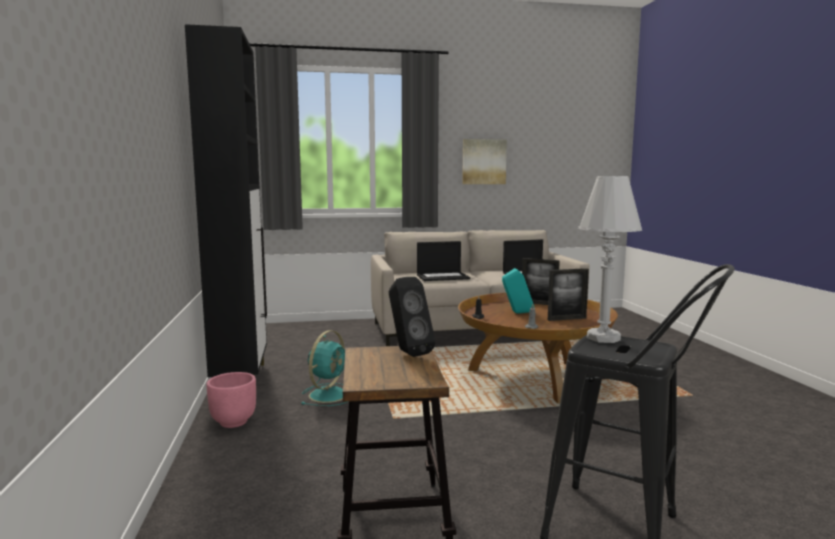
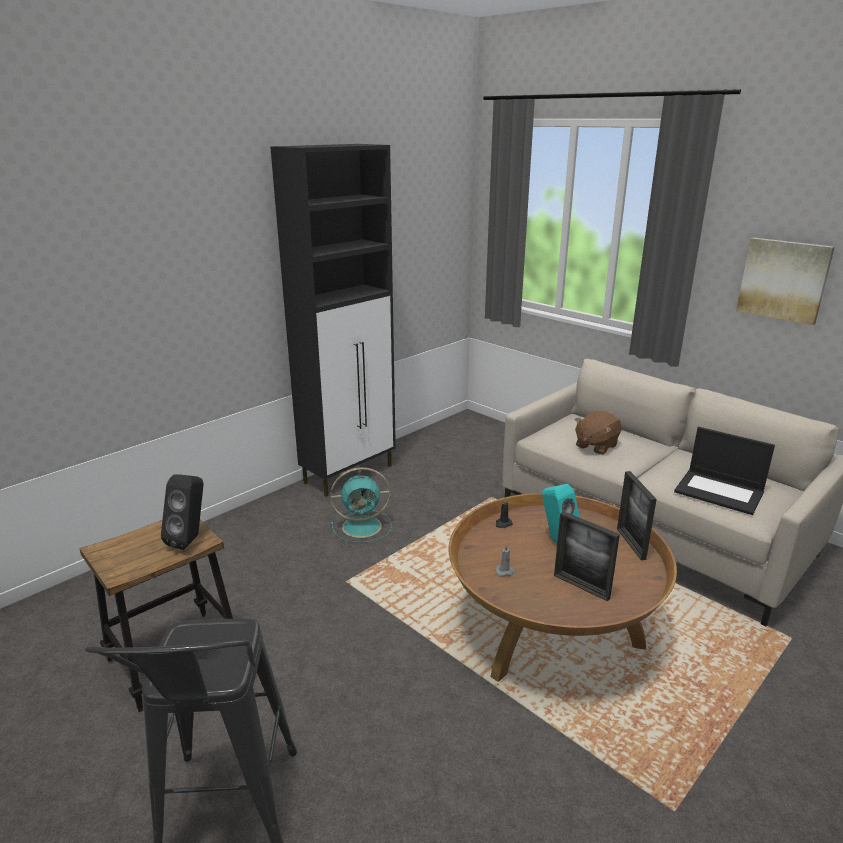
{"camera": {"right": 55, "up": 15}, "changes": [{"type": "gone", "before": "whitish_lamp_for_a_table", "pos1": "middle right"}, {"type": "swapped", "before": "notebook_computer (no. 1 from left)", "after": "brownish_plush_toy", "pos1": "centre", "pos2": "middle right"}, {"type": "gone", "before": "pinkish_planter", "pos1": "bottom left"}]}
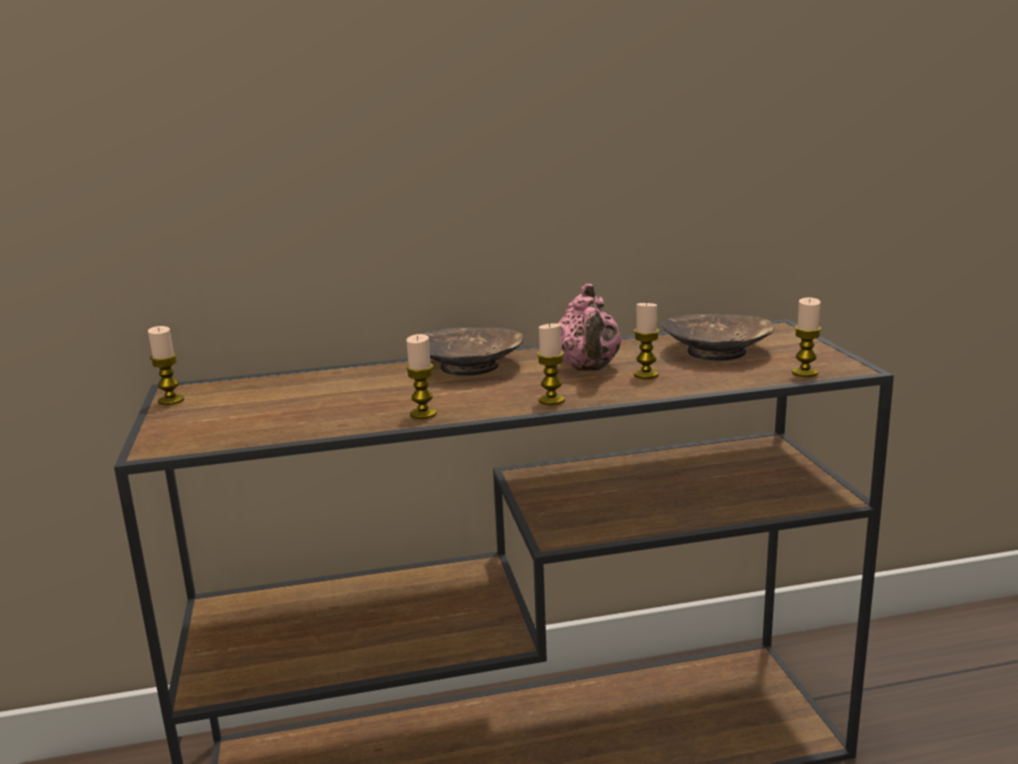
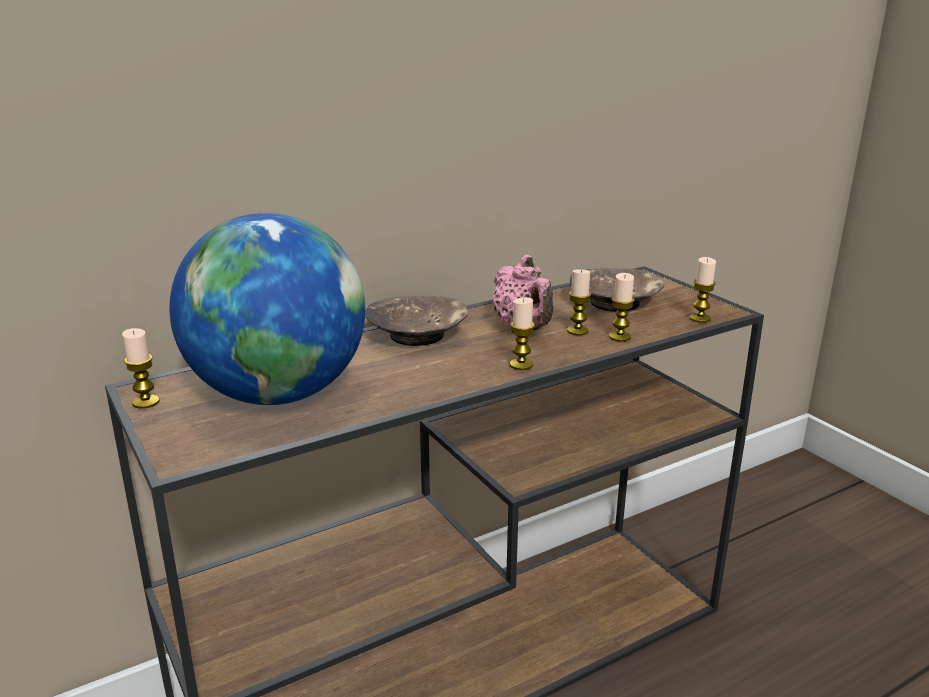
{"camera": {"right": -20, "up": 5}, "changes": [{"type": "shifted", "before": "candle (no. 2 from left in the first image)", "after": "candle (no. 4 from left)", "pos1": "centre", "pos2": "middle right"}, {"type": "new", "after": "globe", "pos2": "middle left"}]}
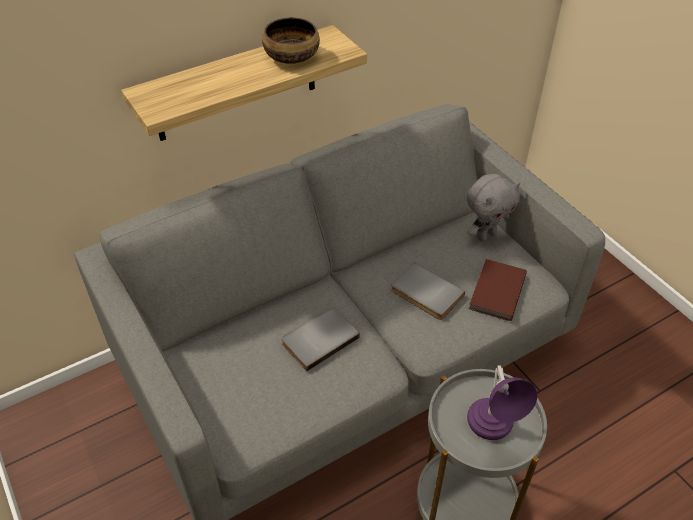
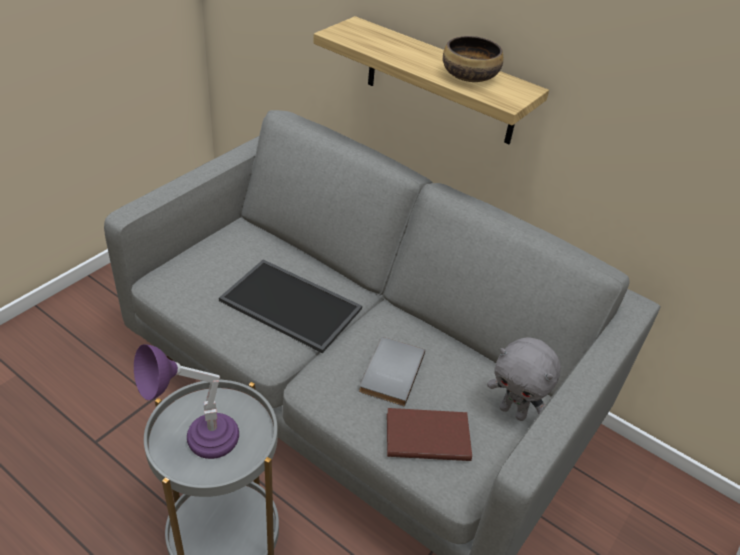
{"camera": {"right": 65, "up": -5}, "changes": [{"type": "swapped", "before": "greyish_book (no. 1 from left)", "after": "serving_tray", "pos1": "centre", "pos2": "centre"}]}
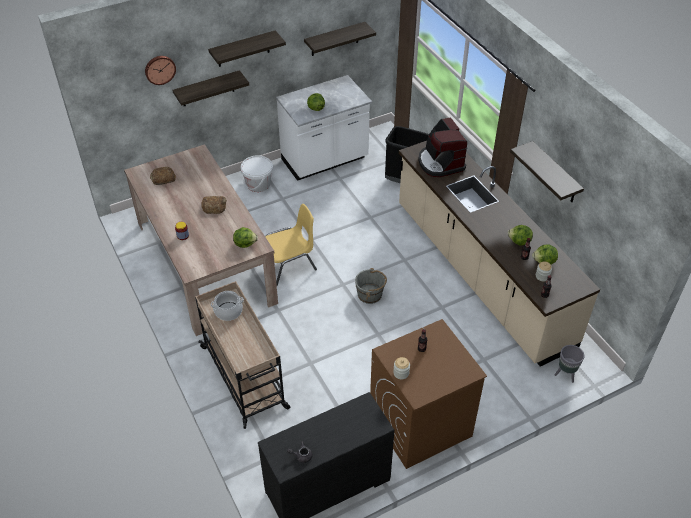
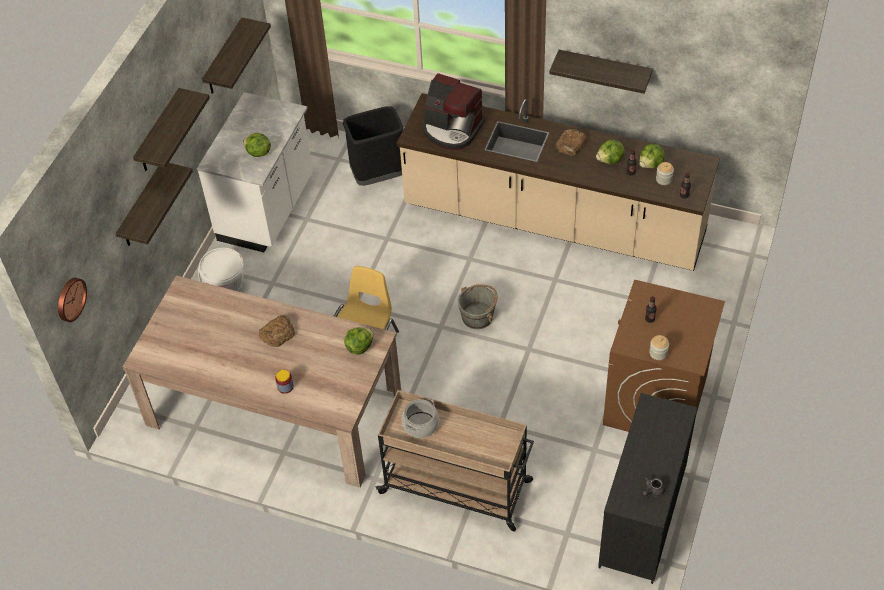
{"camera": {"right": -40, "up": 5}, "changes": [{"type": "shifted", "before": "hanging_clock", "pos1": "top left", "pos2": "middle left"}, {"type": "shifted", "before": "baked_bread (no. 1 from left in the first image)", "after": "baked_bread (no. 2 from left)", "pos1": "middle left", "pos2": "top centre"}, {"type": "gone", "before": "greyish_planter", "pos1": "bottom right"}]}
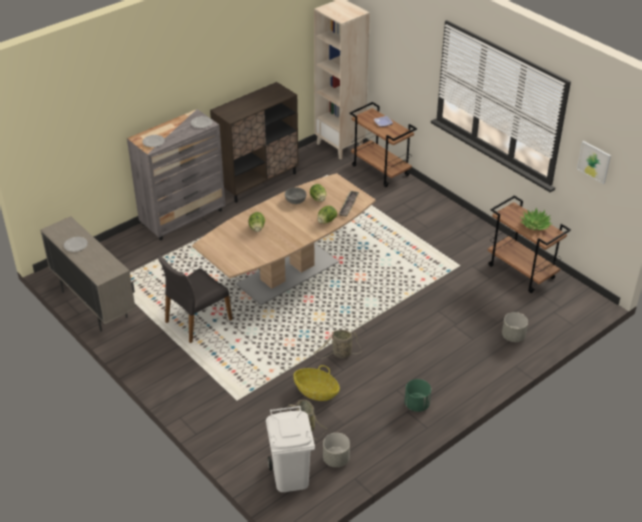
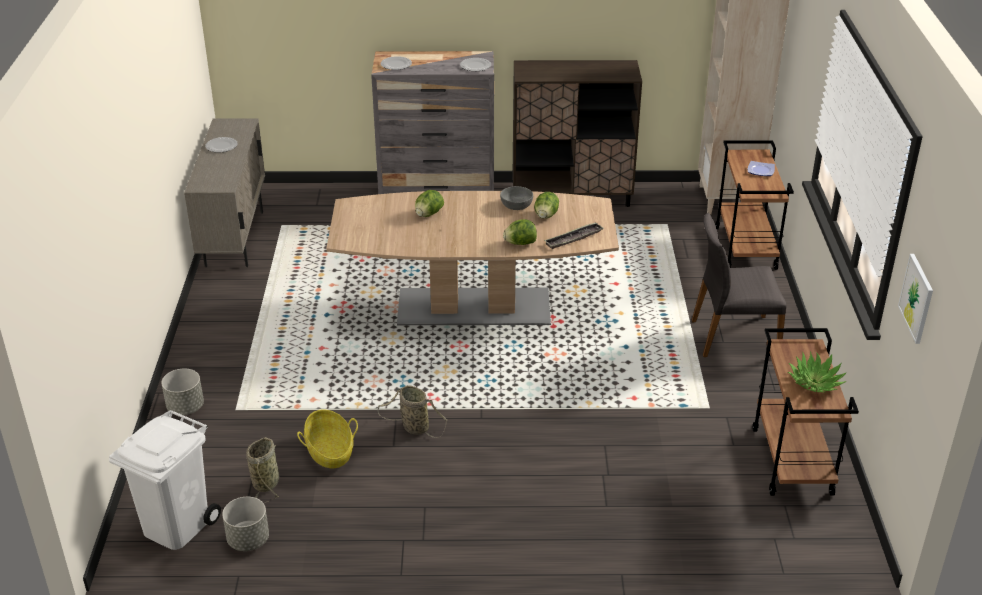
{"camera": {"right": 40, "up": -5}, "changes": [{"type": "shifted", "before": "greyish_chair", "pos1": "middle left", "pos2": "middle right"}, {"type": "shifted", "before": "greyish_planter (no. 2 from left in the first image)", "after": "greyish_planter (no. 1 from left)", "pos1": "middle right", "pos2": "middle left"}, {"type": "gone", "before": "green-coloured_planter", "pos1": "bottom centre"}]}
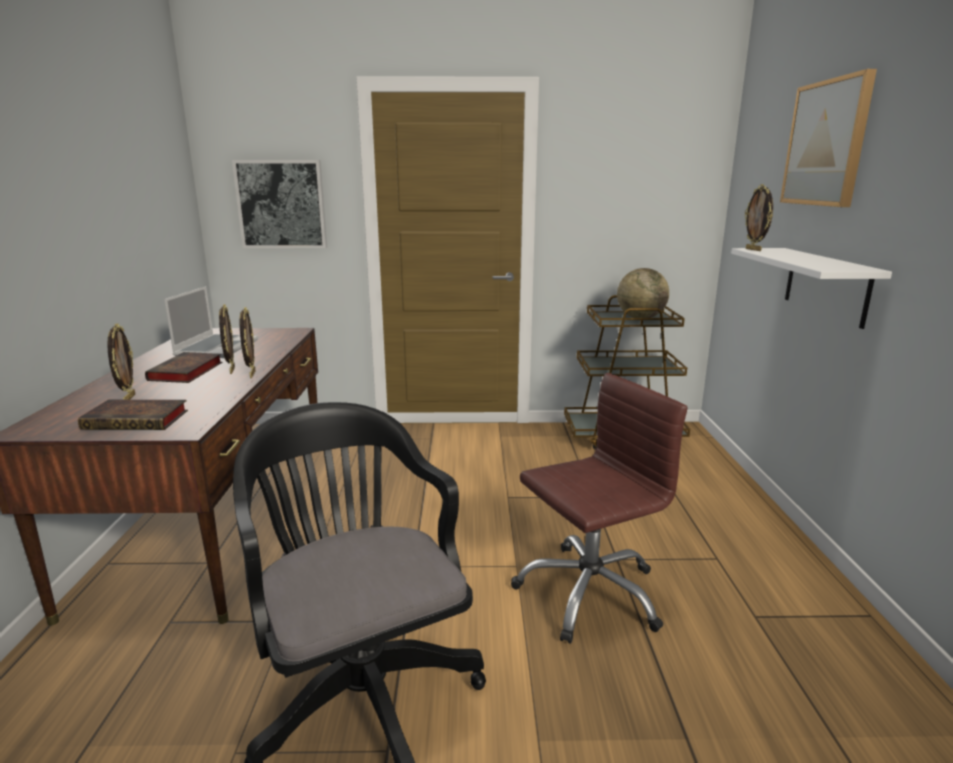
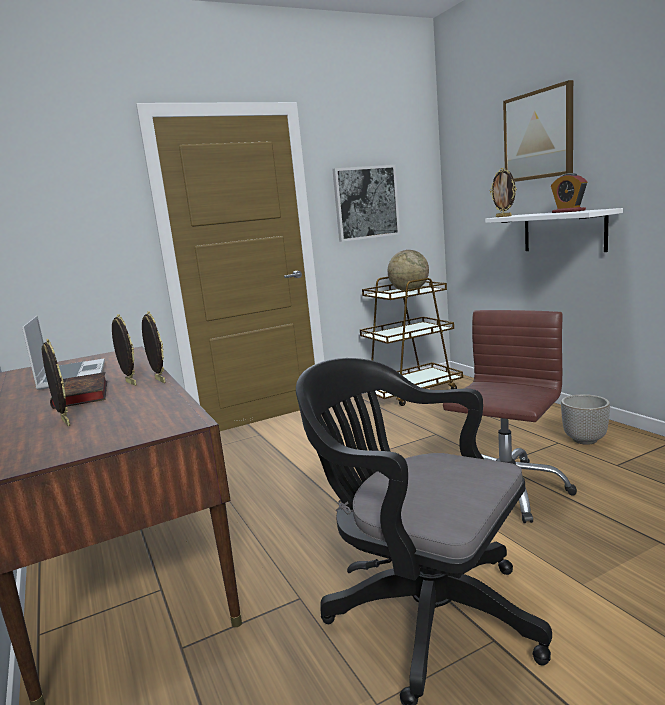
{"camera": {"right": -25, "up": -5}, "changes": [{"type": "shifted", "before": "wall_art (no. 1 from left)", "pos1": "top left", "pos2": "top centre"}, {"type": "gone", "before": "book (no. 1 from left)", "pos1": "middle left"}, {"type": "new", "after": "bedside_clock", "pos2": "top right"}, {"type": "new", "after": "planter", "pos2": "middle right"}]}
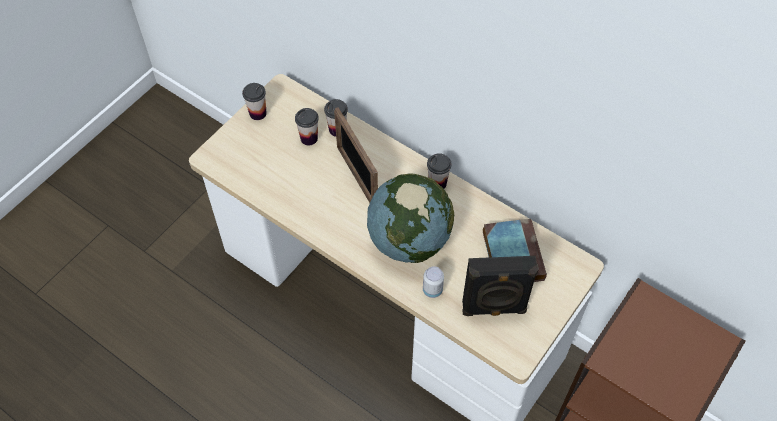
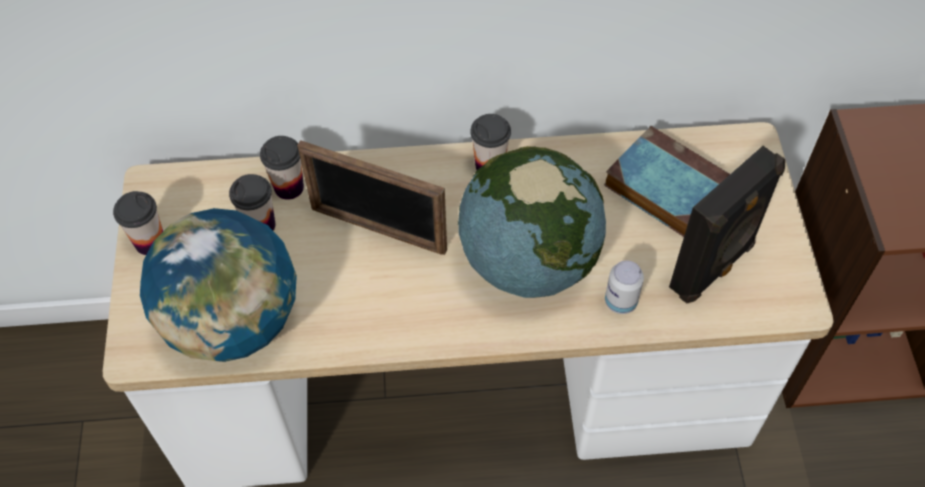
{"camera": {"right": -40, "up": 0}, "changes": [{"type": "new", "after": "globe (no. 1 from left)", "pos2": "middle left"}]}
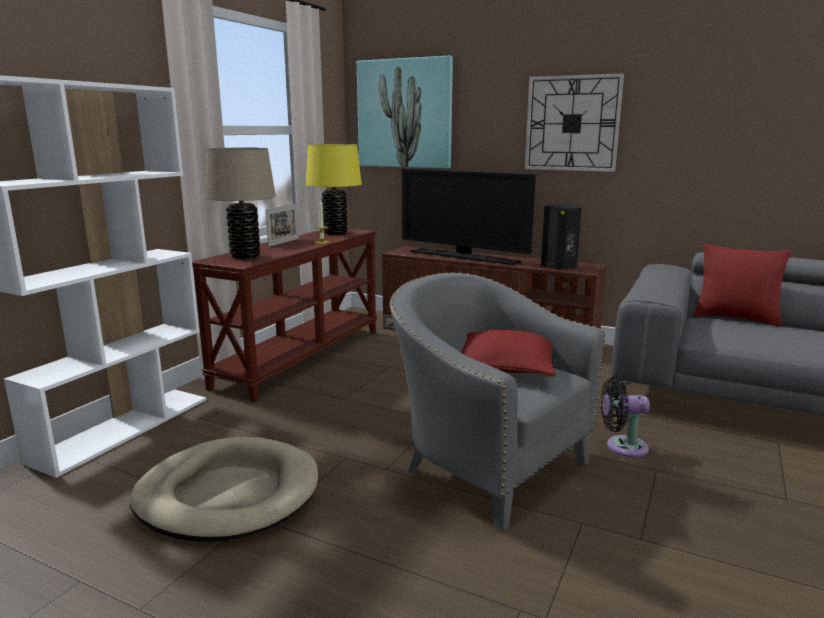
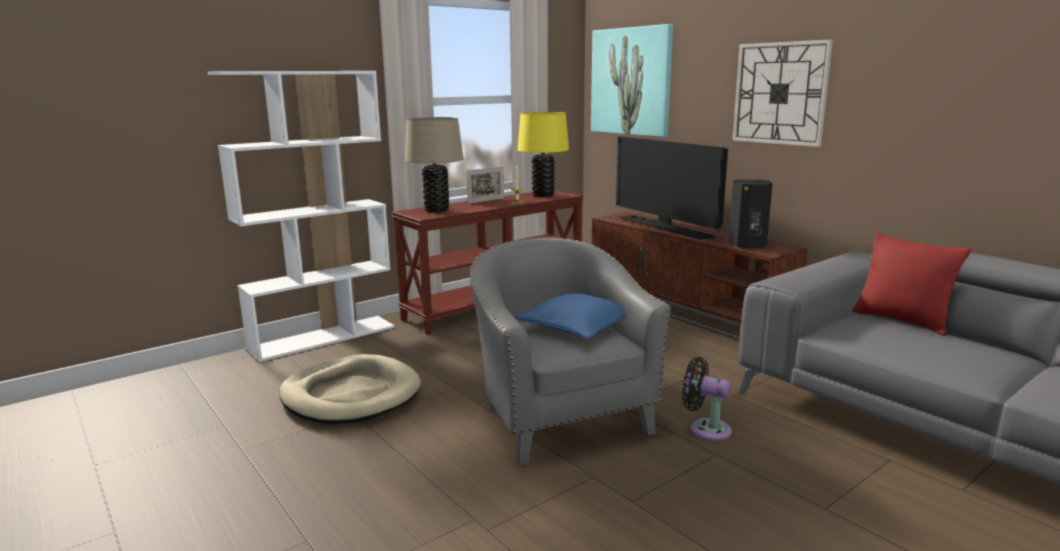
{"camera": {"right": 25, "up": 0}, "changes": [{"type": "repainted", "before": "reddish_throw_pillow (no. 1 from left)", "after": "blue_throw_pillow", "pos1": "centre", "pos2": "centre"}]}
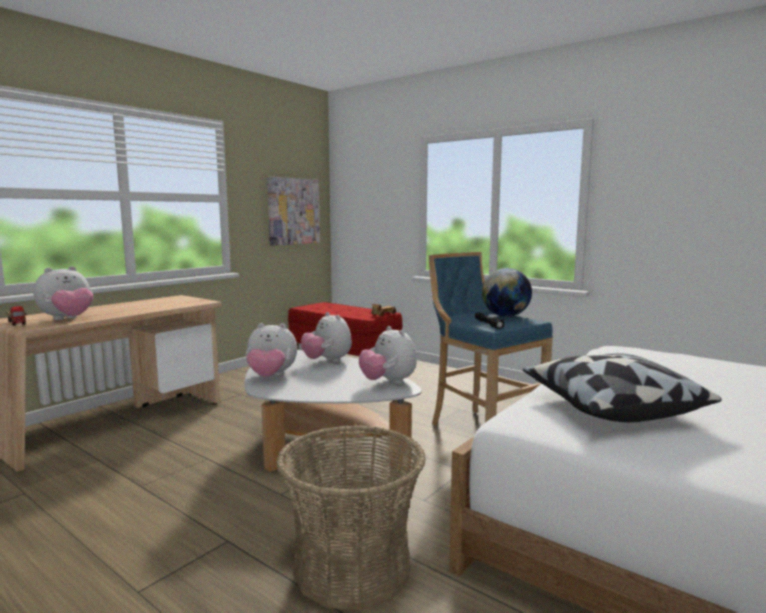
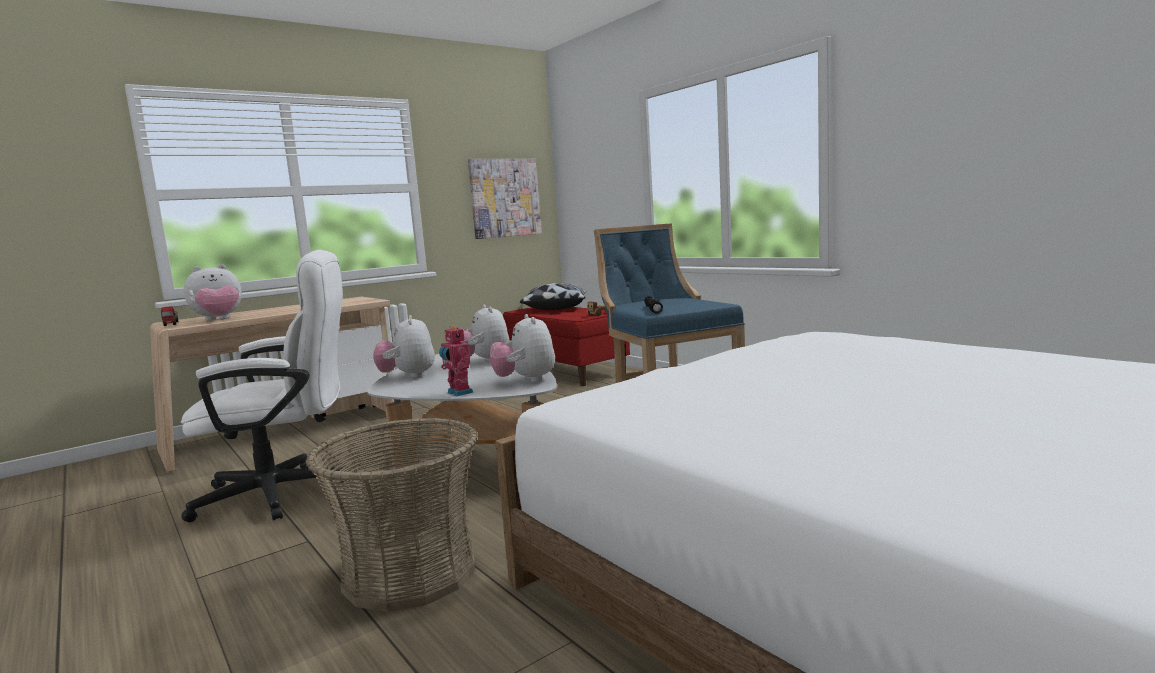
{"camera": {"right": 15, "up": 0}, "changes": [{"type": "gone", "before": "globe", "pos1": "centre"}, {"type": "rotated", "before": "plush_toy (no. 2 from left)", "pos1": "centre", "pos2": "centre", "turn": 60}, {"type": "shifted", "before": "throw_pillow", "pos1": "middle right", "pos2": "centre"}, {"type": "new", "after": "whitish_office_chair", "pos2": "middle left"}, {"type": "new", "after": "robot_figure", "pos2": "centre"}]}
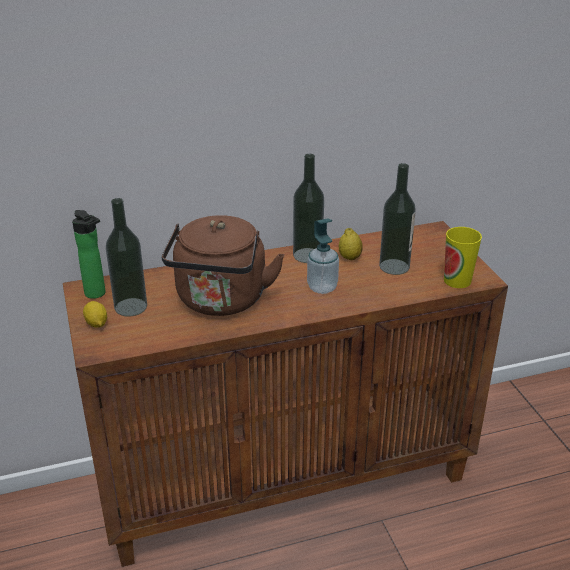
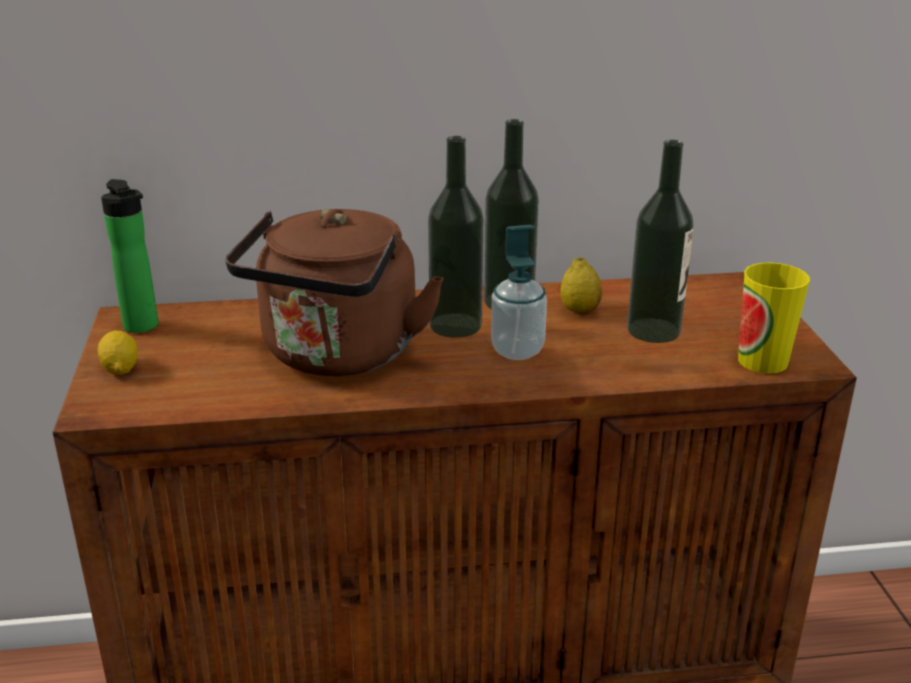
{"camera": {"right": 10, "up": -5}, "changes": [{"type": "shifted", "before": "beverage_bottle (no. 2 from left)", "pos1": "middle left", "pos2": "centre"}]}
